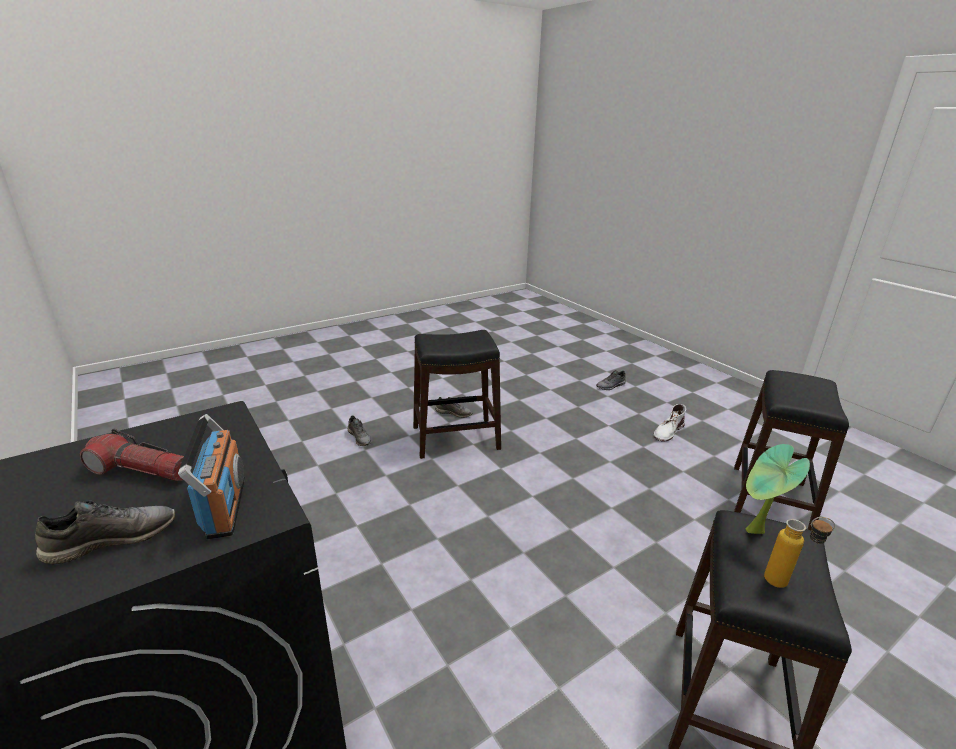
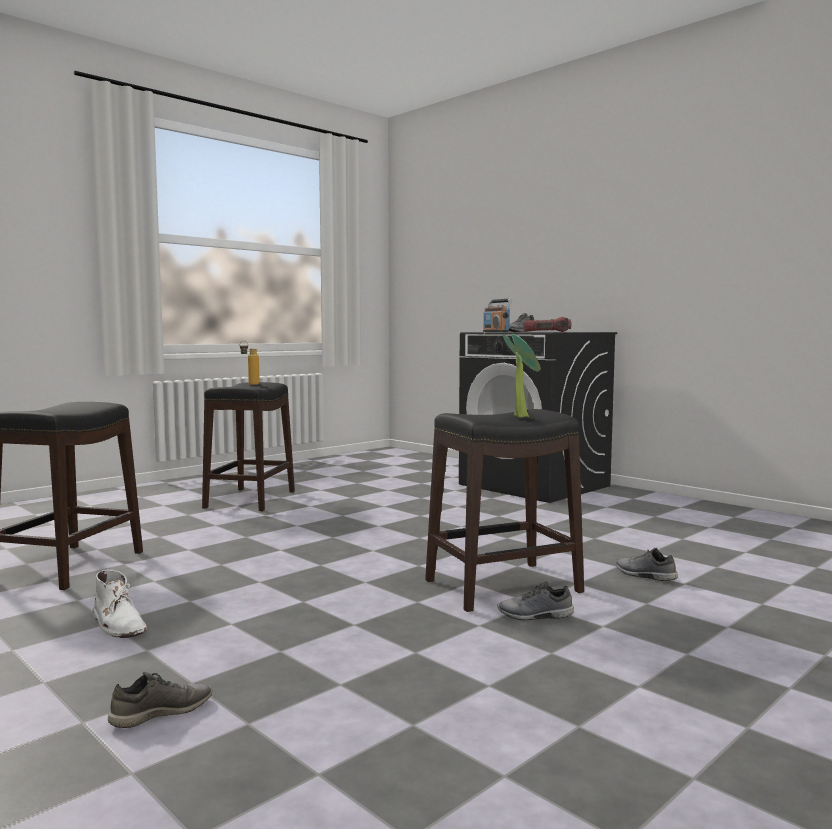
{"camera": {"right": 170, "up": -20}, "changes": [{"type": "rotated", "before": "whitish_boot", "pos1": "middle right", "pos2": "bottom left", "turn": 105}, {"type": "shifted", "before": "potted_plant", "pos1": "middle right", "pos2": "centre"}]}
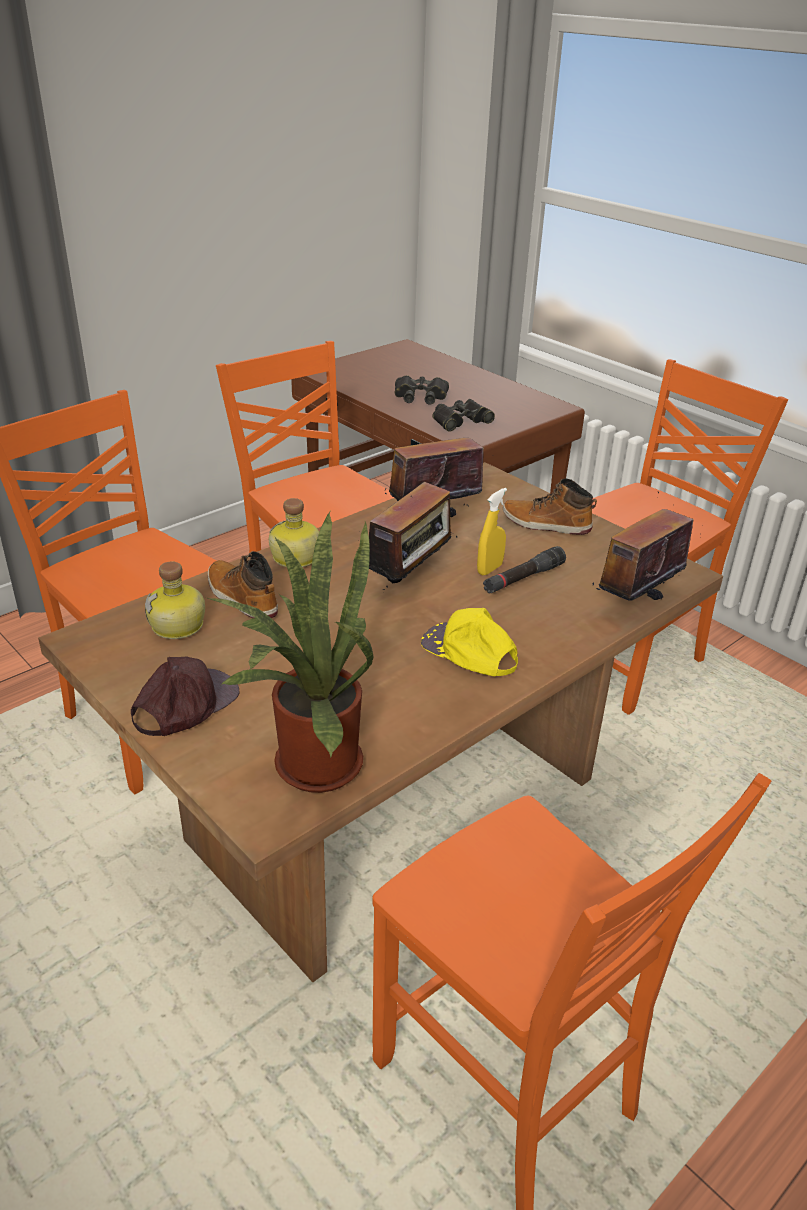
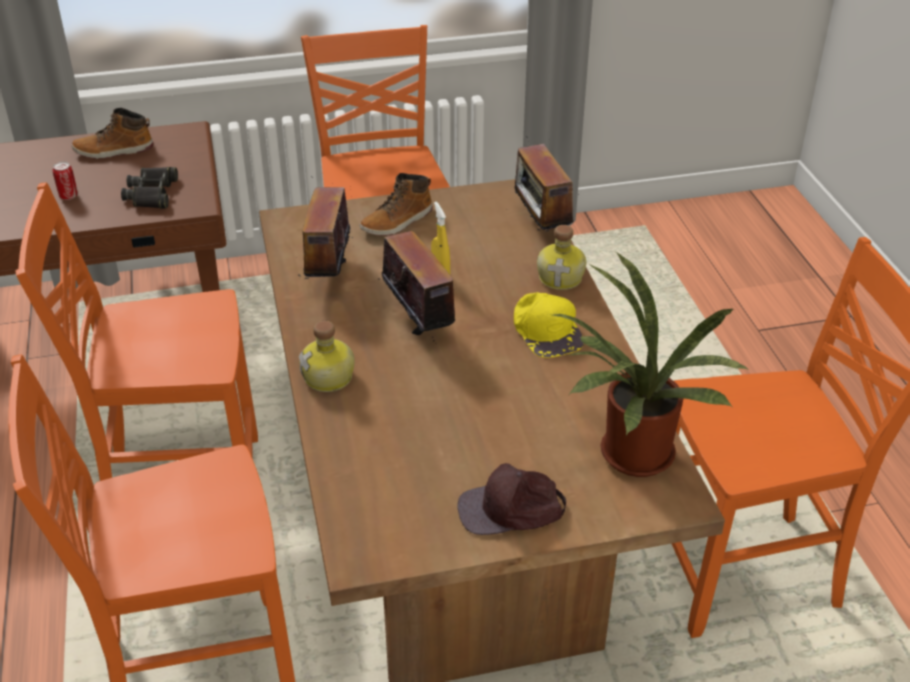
{"camera": {"right": -60, "up": 5}, "changes": [{"type": "swapped", "before": "black-coloured_binoculars (no. 1 from left)", "after": "metal_can", "pos1": "top centre", "pos2": "top left"}, {"type": "gone", "before": "black-coloured_flashlight", "pos1": "centre"}, {"type": "shifted", "before": "boot (no. 1 from left)", "pos1": "middle left", "pos2": "top left"}, {"type": "shifted", "before": "beverage_bottle (no. 1 from left in the first image)", "after": "beverage_bottle (no. 2 from left)", "pos1": "middle left", "pos2": "centre"}, {"type": "rotated", "before": "yellowish_baseball_cap", "pos1": "centre", "pos2": "centre", "turn": -90}, {"type": "rotated", "before": "brownish_baseball_cap", "pos1": "middle left", "pos2": "bottom centre", "turn": -75}]}
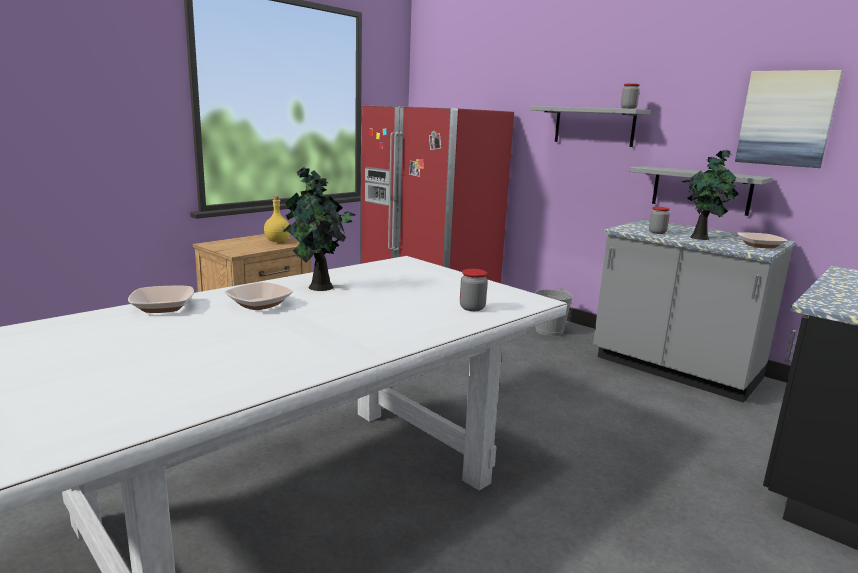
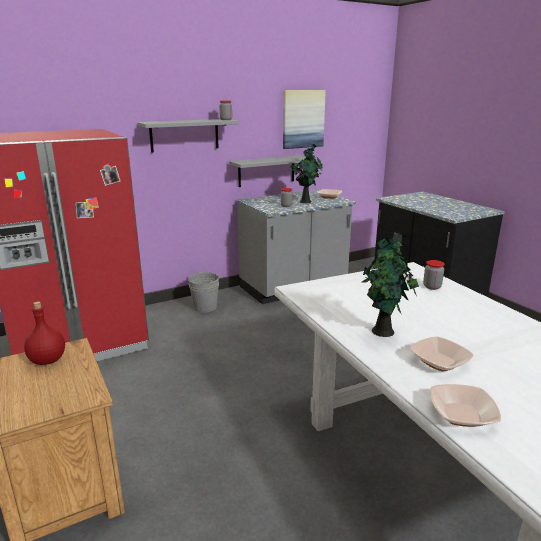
{"camera": {"right": -70, "up": 5}, "changes": [{"type": "repainted", "before": "yellowish_beverage_bottle", "after": "reddish_beverage_bottle", "pos1": "middle left", "pos2": "middle left"}]}
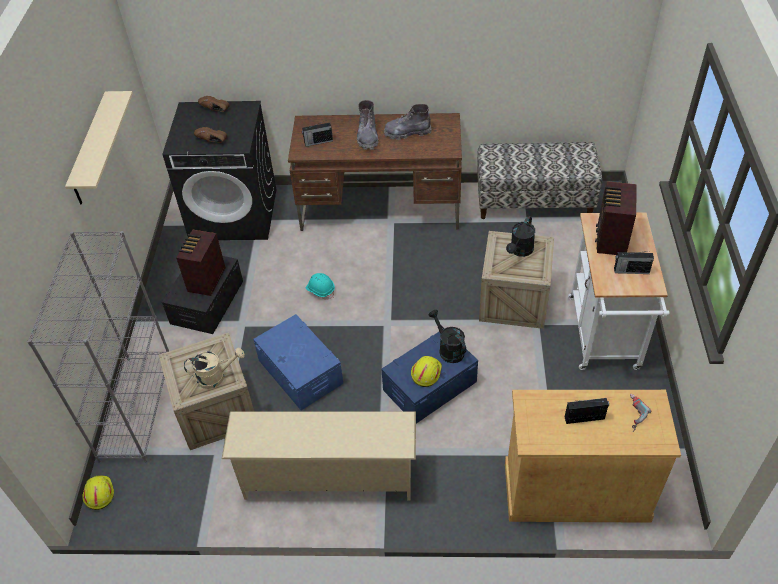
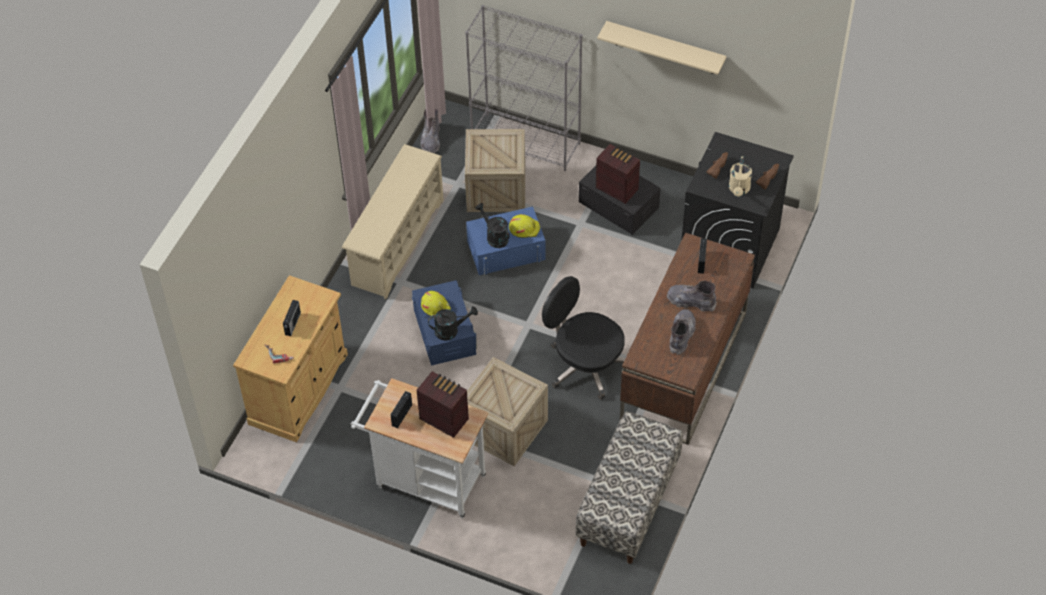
{"camera": {"right": 110, "up": 5}, "changes": [{"type": "shifted", "before": "black-coloured_sprinkling_can (no. 2 from left)", "pos1": "middle right", "pos2": "centre"}, {"type": "gone", "before": "turquoise_safety_helmet", "pos1": "centre"}, {"type": "shifted", "before": "beige-coloured_sprinkling_can", "pos1": "middle left", "pos2": "top right"}, {"type": "shifted", "before": "yellowish_safety_helmet (no. 1 from left in the first image)", "after": "yellowish_safety_helmet (no. 2 from left)", "pos1": "bottom left", "pos2": "centre"}, {"type": "new", "after": "greyish_boot (no. 1 from left)", "pos2": "top centre"}, {"type": "new", "after": "black-coloured_office_chair", "pos2": "centre"}]}
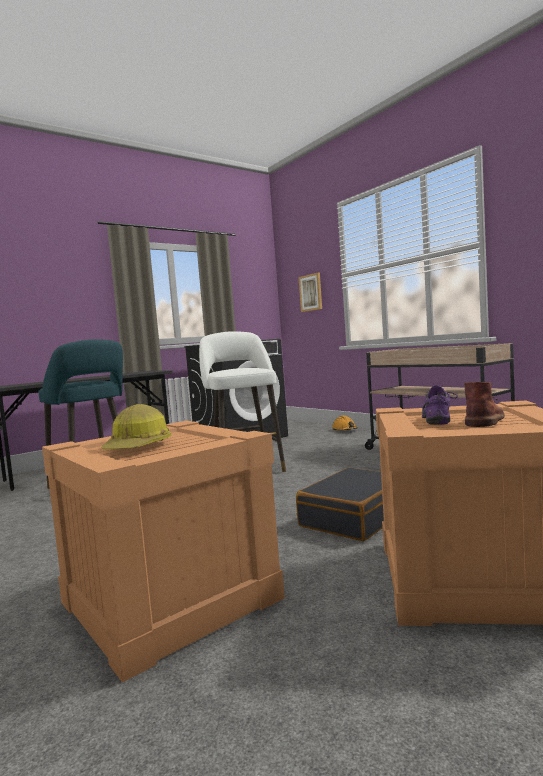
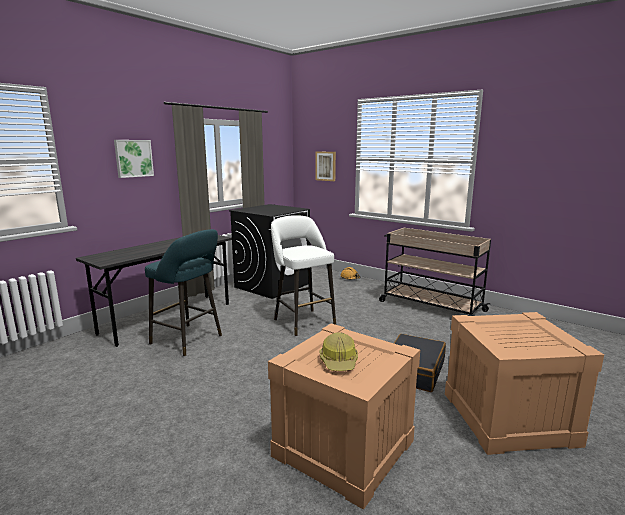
{"camera": {"right": -15, "up": 10}, "changes": [{"type": "gone", "before": "brownish_boot", "pos1": "middle right"}, {"type": "gone", "before": "purple-coloured_item_of_footwear", "pos1": "middle right"}, {"type": "new", "after": "wall_art (no. 1 from left)", "pos2": "top left"}]}
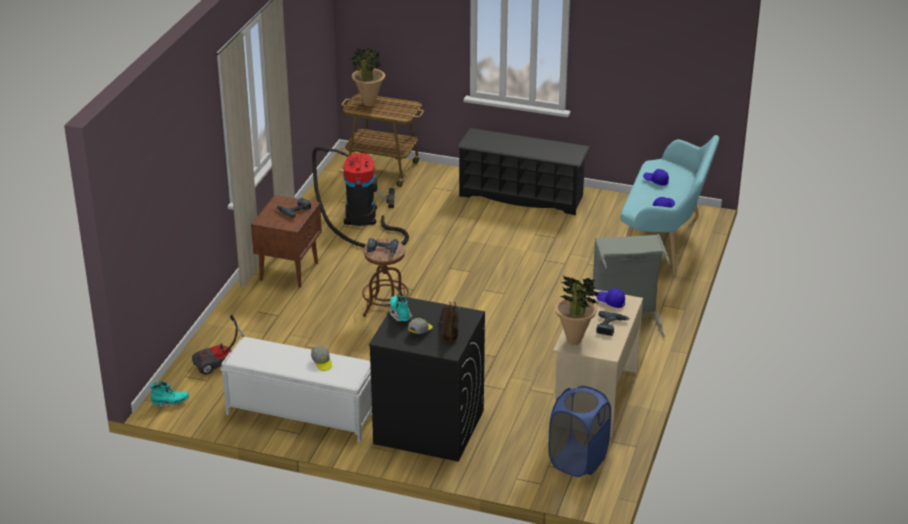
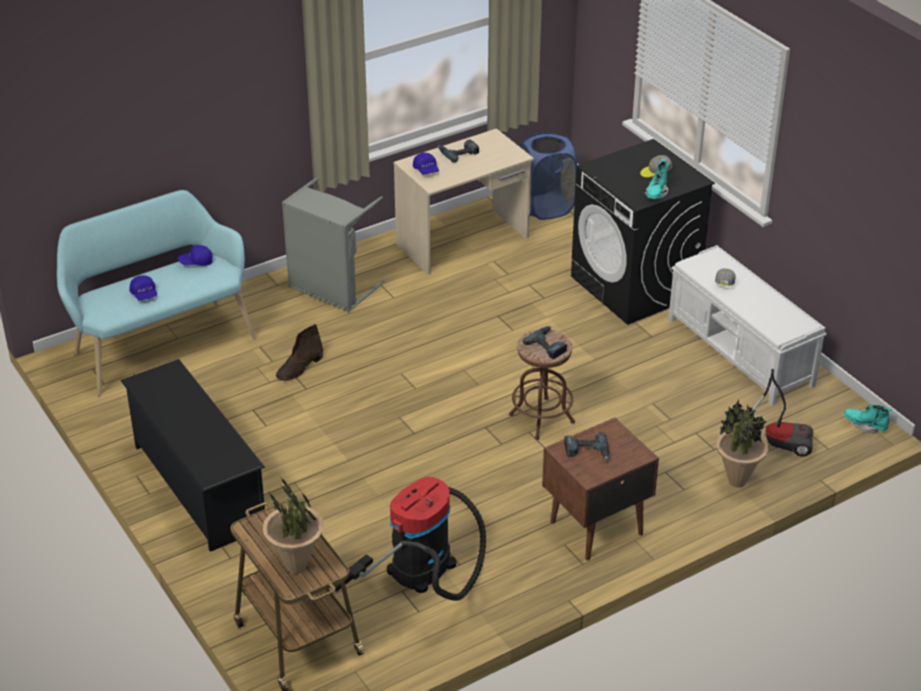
{"camera": {"right": -140, "up": 5}, "changes": [{"type": "shifted", "before": "potted_plant (no. 2 from left)", "pos1": "centre", "pos2": "middle right"}, {"type": "shifted", "before": "brownish_boot", "pos1": "centre", "pos2": "middle left"}]}
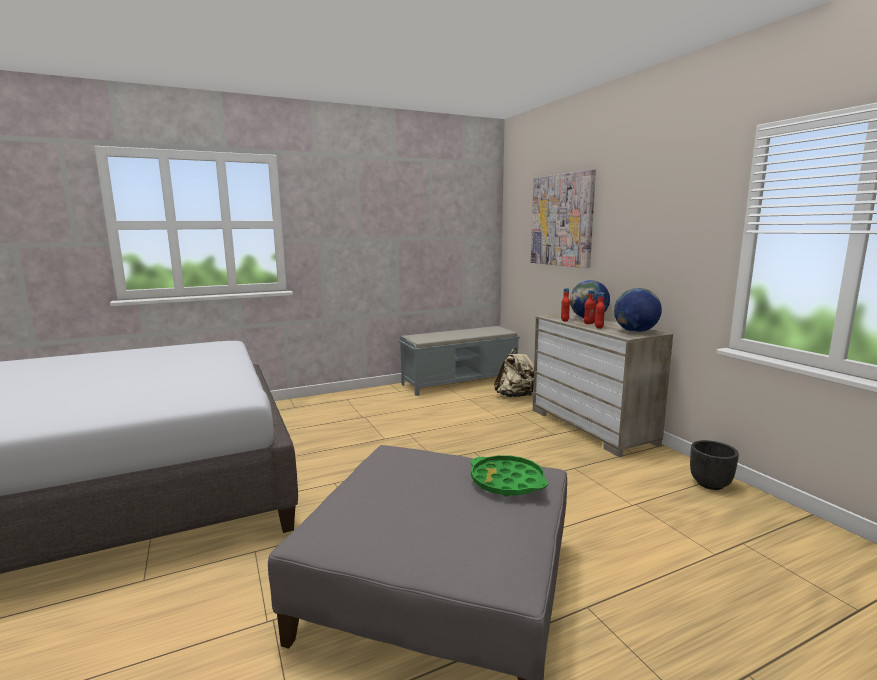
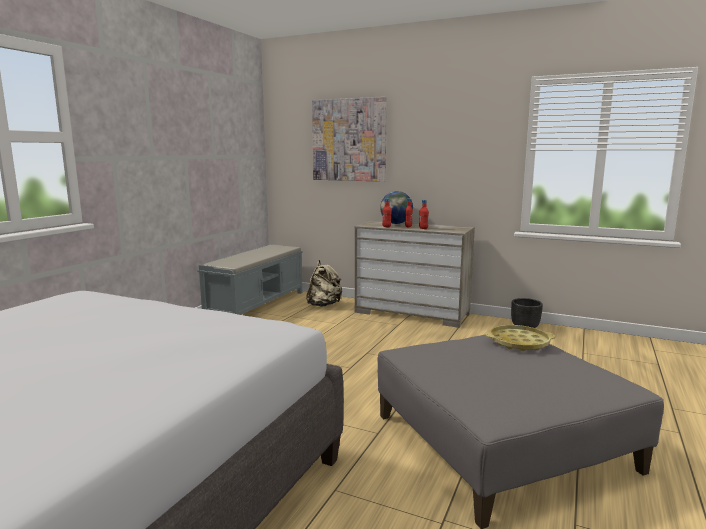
{"camera": {"right": -40, "up": 0}, "changes": [{"type": "gone", "before": "globe (no. 2 from left)", "pos1": "middle right"}, {"type": "repainted", "before": "green-coloured_serving_tray", "after": "yellowish_serving_tray", "pos1": "bottom centre", "pos2": "middle right"}]}
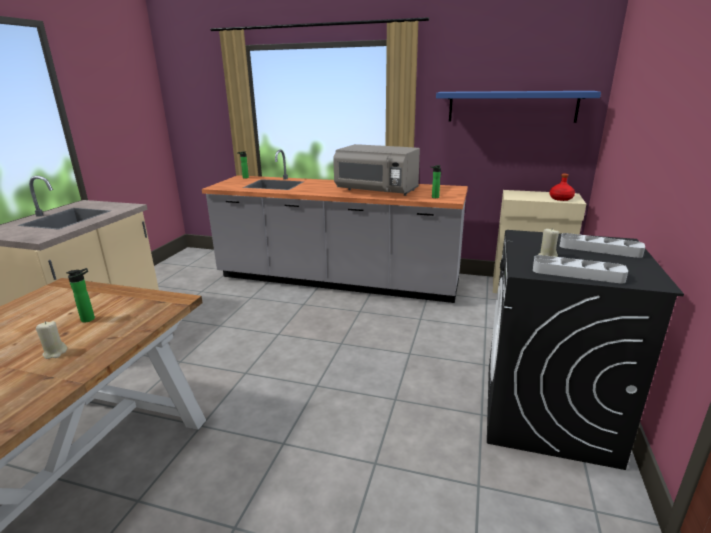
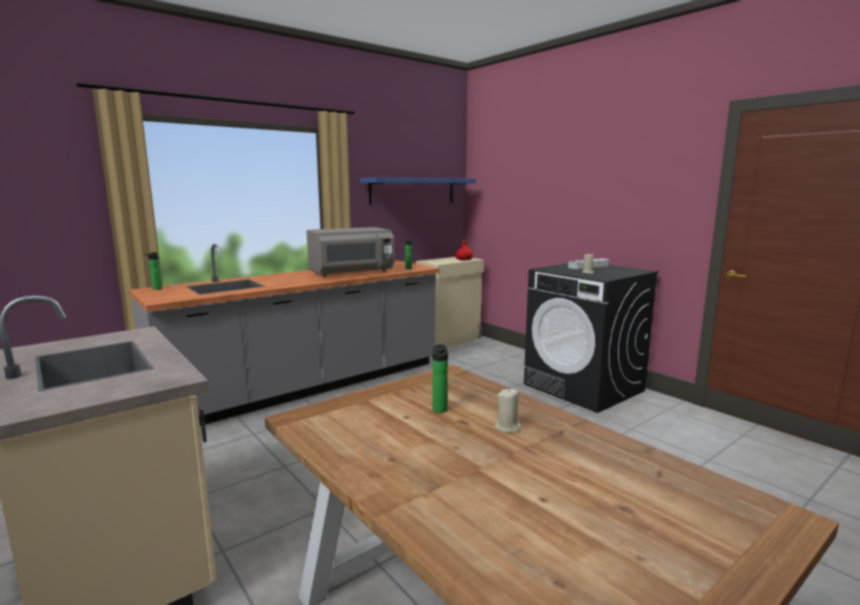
{"camera": {"right": -55, "up": -10}, "changes": [{"type": "gone", "before": "greyish_serving_tray (no. 1 from left)", "pos1": "middle right"}]}
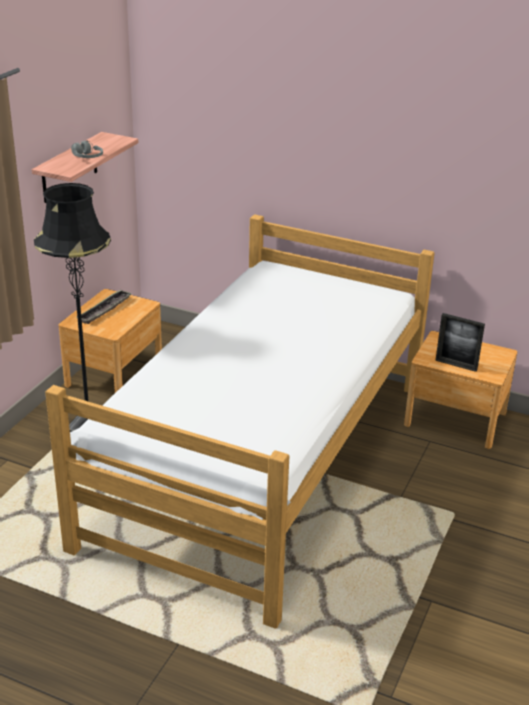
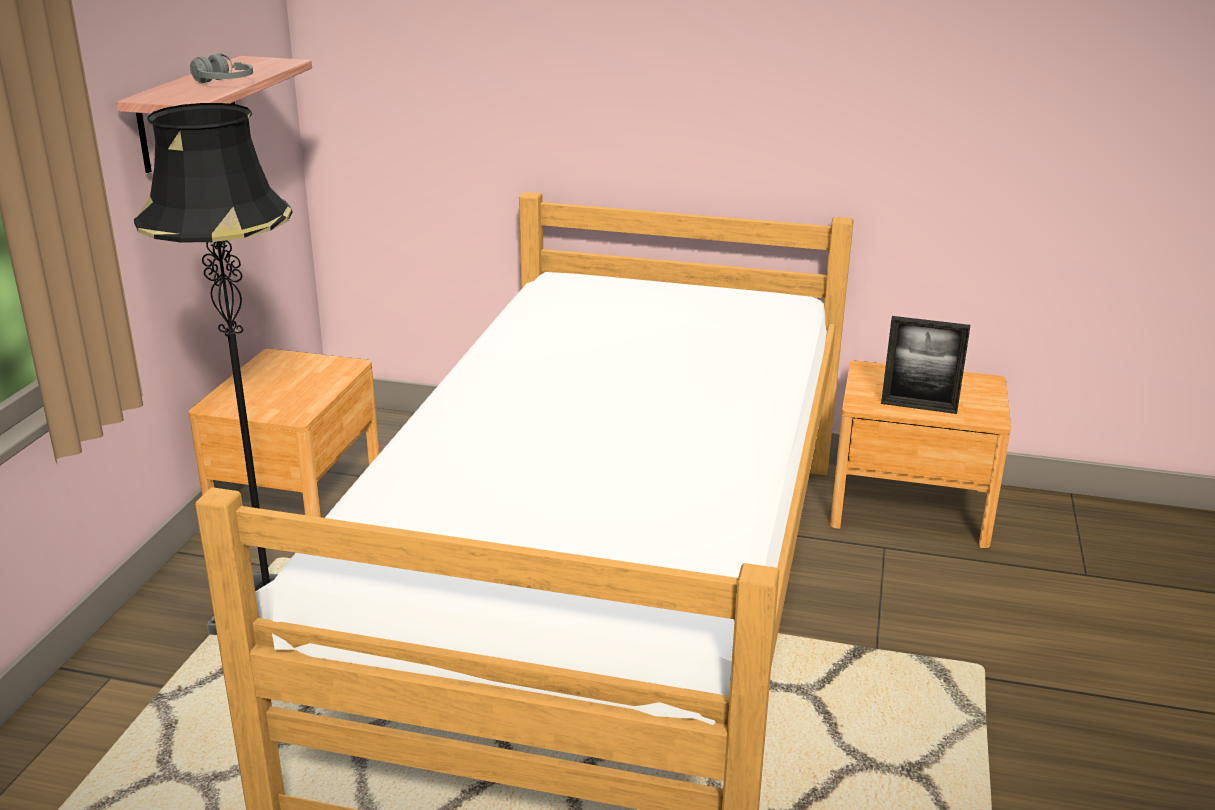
{"camera": {"right": -10, "up": -5}, "changes": [{"type": "gone", "before": "serving_tray", "pos1": "middle left"}]}
